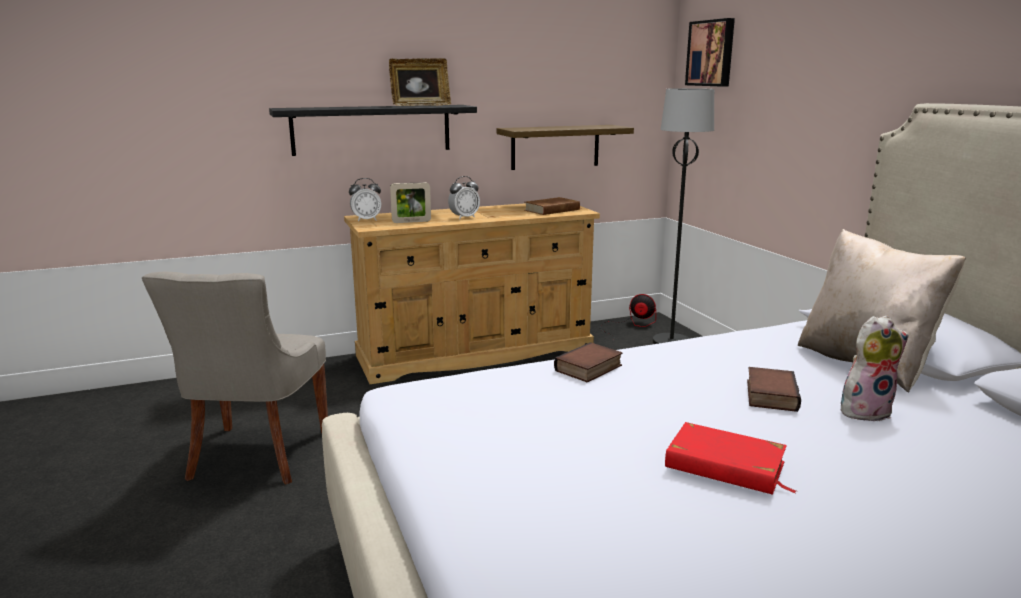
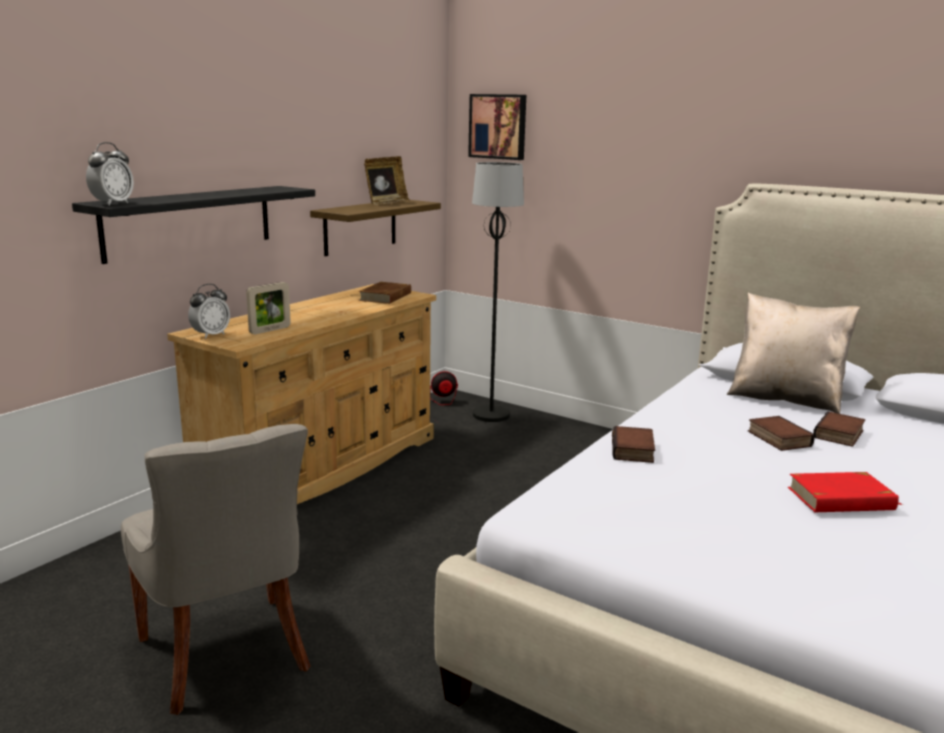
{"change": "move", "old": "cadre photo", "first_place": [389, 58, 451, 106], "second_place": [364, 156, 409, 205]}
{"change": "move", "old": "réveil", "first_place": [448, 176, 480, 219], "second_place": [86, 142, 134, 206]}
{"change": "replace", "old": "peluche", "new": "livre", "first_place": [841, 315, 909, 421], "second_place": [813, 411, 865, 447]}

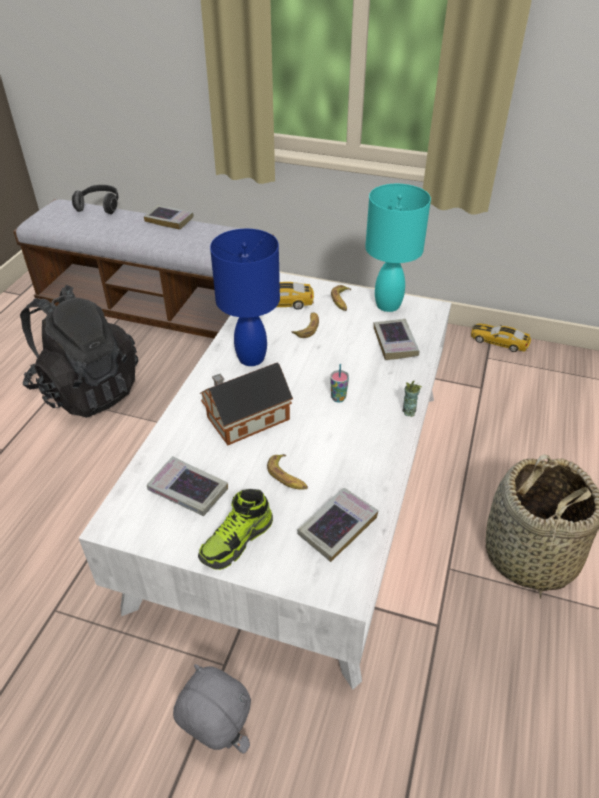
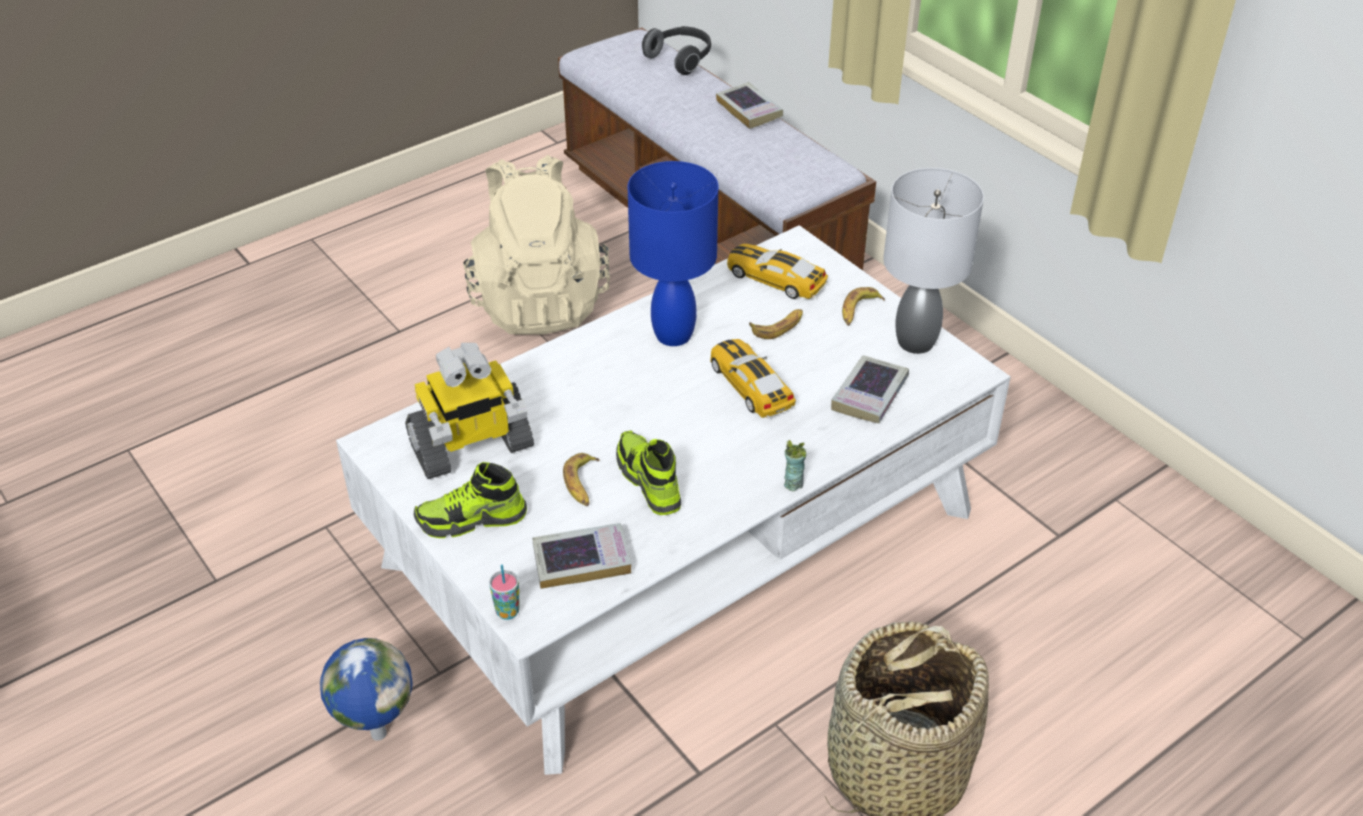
{"change": "delete", "old": "maison miniature", "first_place": [200, 362, 293, 445]}
{"change": "insert", "new": "chaussure", "second_place": [616, 430, 681, 515]}
{"change": "move", "old": "tasse", "first_place": [330, 364, 349, 402], "second_place": [489, 564, 520, 620]}
{"change": "move", "old": "petite voiture", "first_place": [471, 324, 531, 352], "second_place": [710, 339, 796, 419]}
{"change": "replace", "old": "livre", "new": "robot jouet", "first_place": [147, 456, 228, 516], "second_place": [405, 343, 534, 479]}
{"change": "replace", "old": "peluche [gris]", "new": "globe", "first_place": [173, 664, 251, 754], "second_place": [320, 638, 413, 741]}
{"change": "recolor", "old": "sac à dos [noir]", "new": "sac à dos [beige]", "first_place": [20, 285, 138, 418], "second_place": [463, 155, 610, 335]}
{"change": "recolor", "old": "lampe de table [turquoise]", "new": "lampe de table [gris]", "first_place": [365, 184, 431, 312], "second_place": [883, 168, 984, 354]}

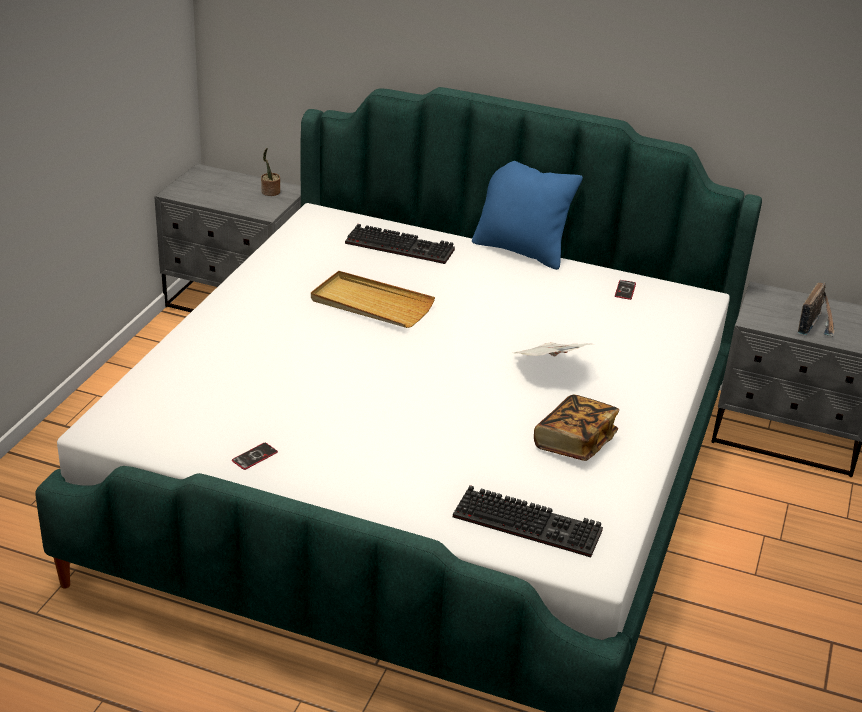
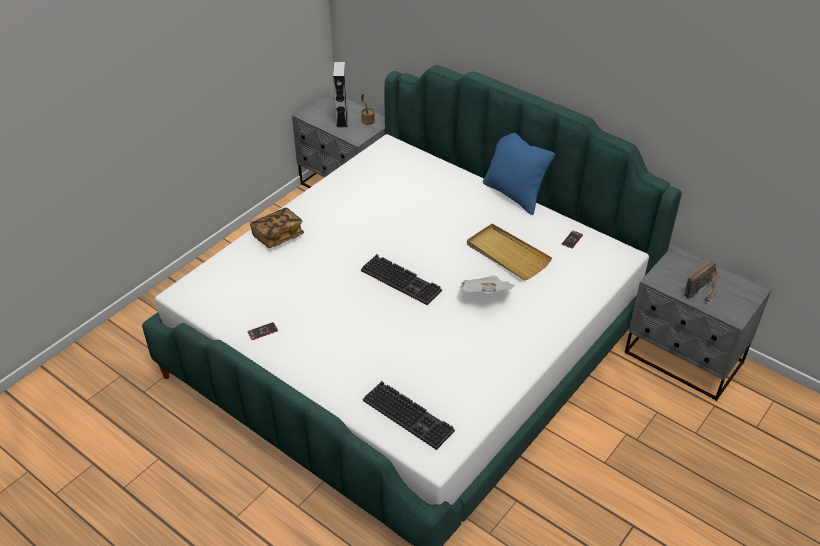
{"change": "insert", "new": "enceinte [gris]", "second_place": [333, 61, 348, 127]}
{"change": "move", "old": "plateau [beige]", "first_place": [311, 271, 435, 328], "second_place": [467, 224, 552, 280]}
{"change": "move", "old": "clavier", "first_place": [345, 224, 455, 264], "second_place": [361, 254, 442, 305]}
{"change": "move", "old": "livre", "first_place": [534, 395, 619, 461], "second_place": [250, 208, 304, 248]}

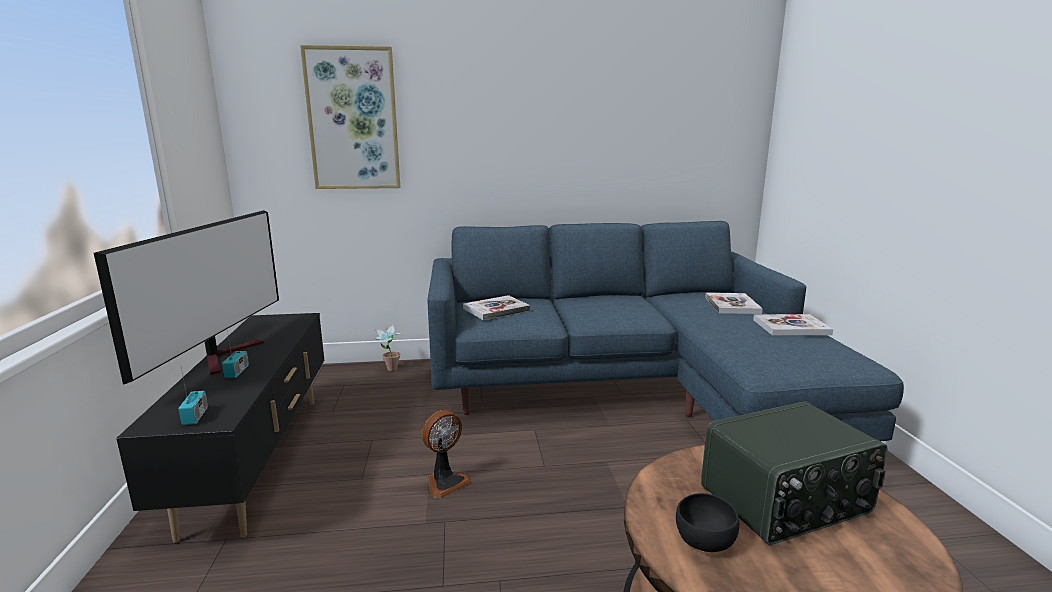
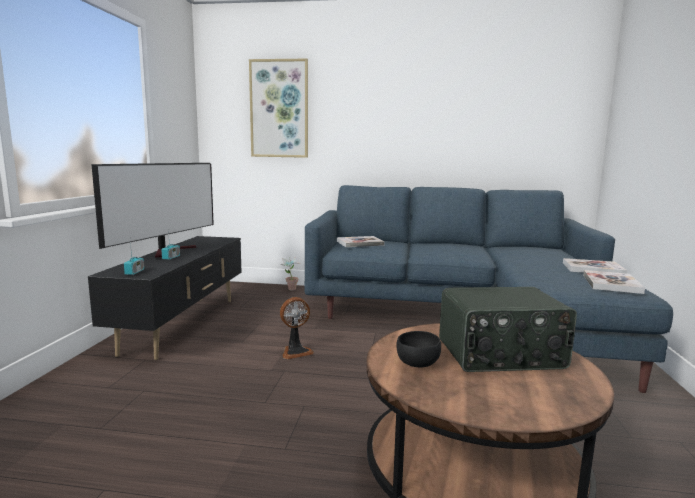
{"change": "move", "old": "livre", "first_place": [705, 293, 763, 314], "second_place": [583, 270, 645, 294]}

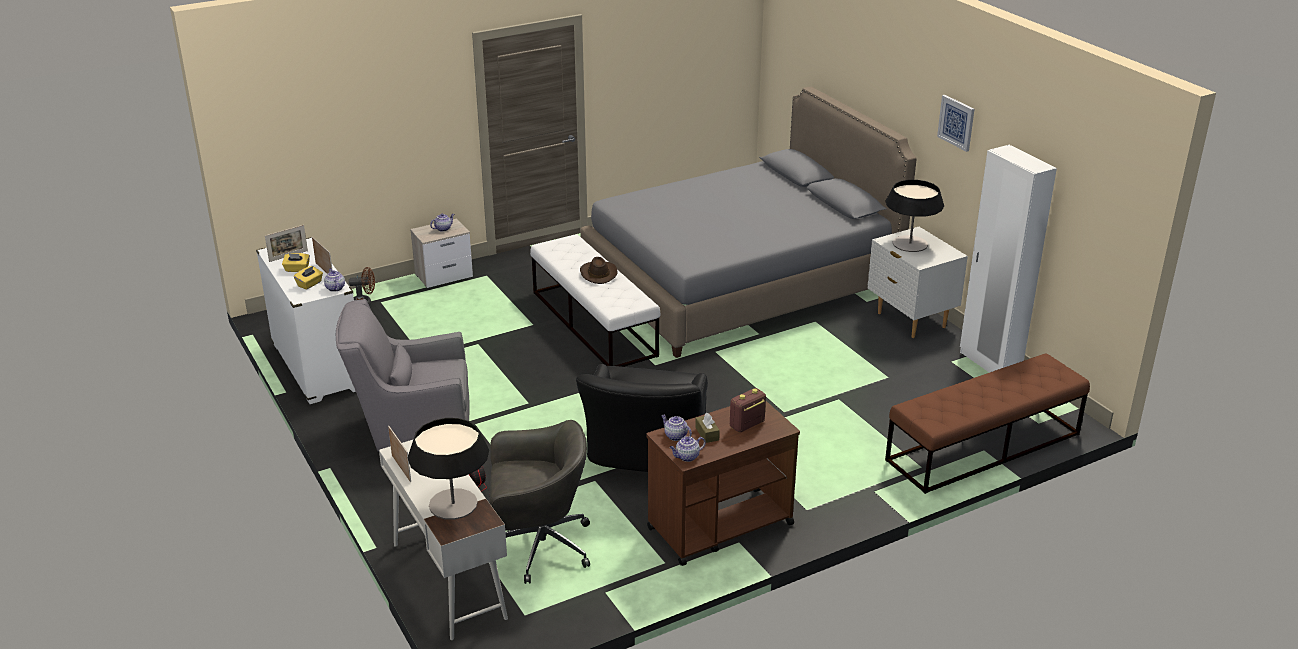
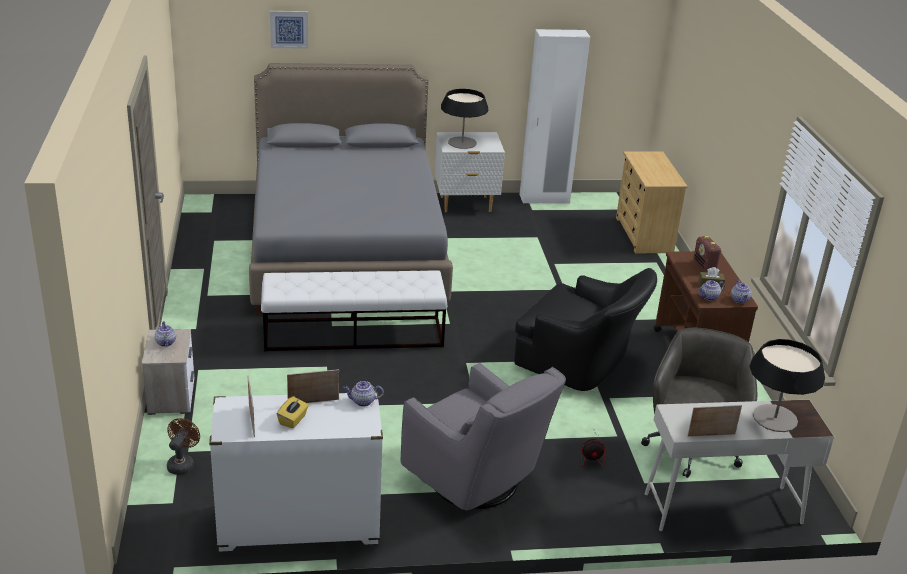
{"change": "delete", "old": "boîte à mouchoirs [jaune]", "first_place": [294, 266, 323, 290]}
{"change": "delete", "old": "chapeau [marron]", "first_place": [580, 257, 618, 284]}
{"change": "move", "old": "tableau", "first_place": [937, 95, 974, 152], "second_place": [270, 11, 308, 49]}
{"change": "replace", "old": "banc [marron]", "new": "commode [beige]", "first_place": [885, 353, 1090, 494], "second_place": [616, 152, 688, 254]}
{"change": "rotate", "old": "fauteuil [gris]", "first_place": [336, 299, 469, 451], "second_place": [401, 363, 566, 510], "degrees": -60}

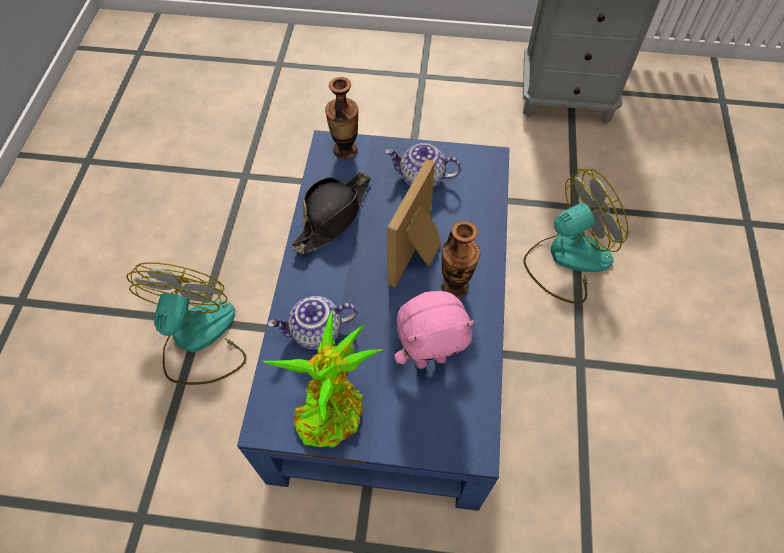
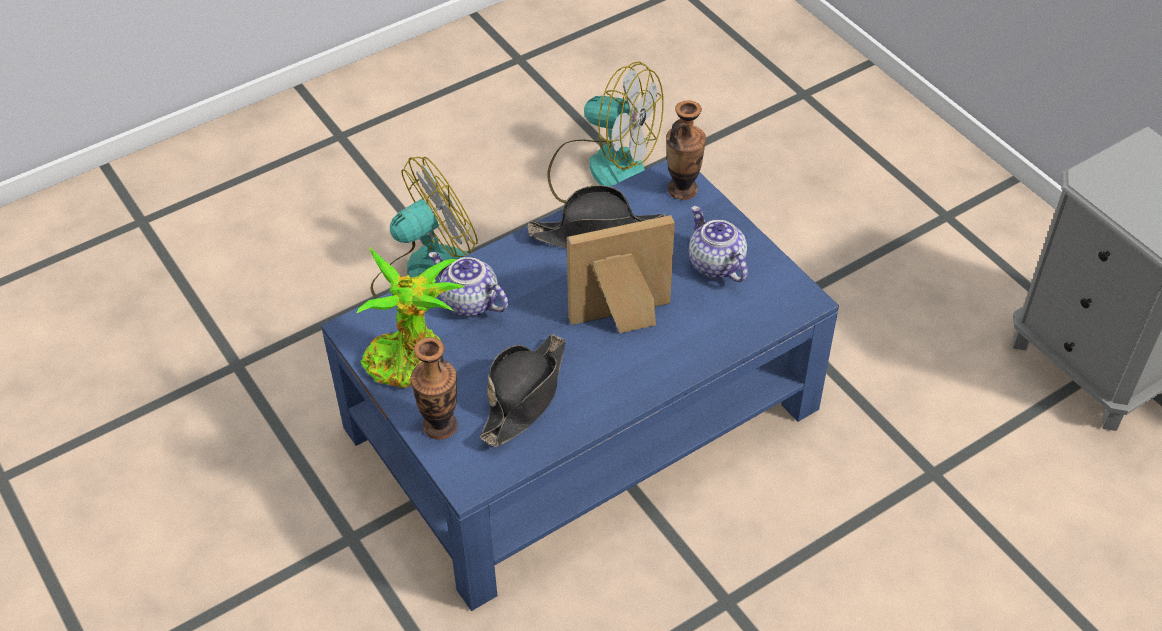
{"change": "move", "old": "vase", "first_place": [441, 221, 480, 298], "second_place": [411, 337, 458, 440]}
{"change": "move", "old": "ventilateur", "first_place": [523, 169, 628, 304], "second_place": [547, 61, 664, 203]}
{"change": "replace", "old": "peluche [rose]", "new": "chapeau [noir]", "first_place": [394, 291, 474, 369], "second_place": [480, 334, 566, 447]}

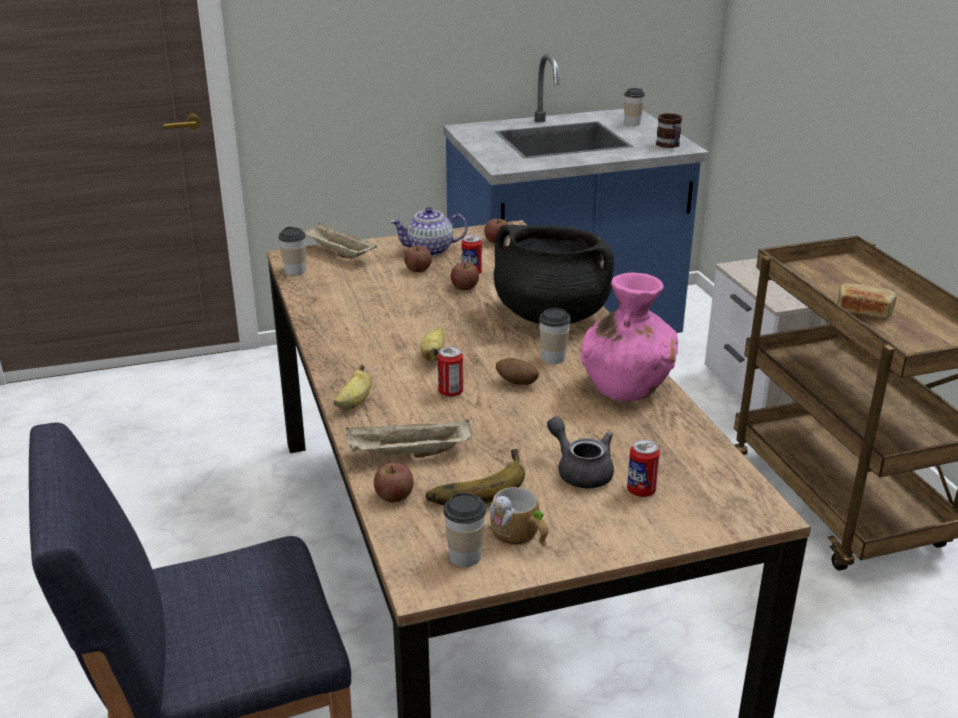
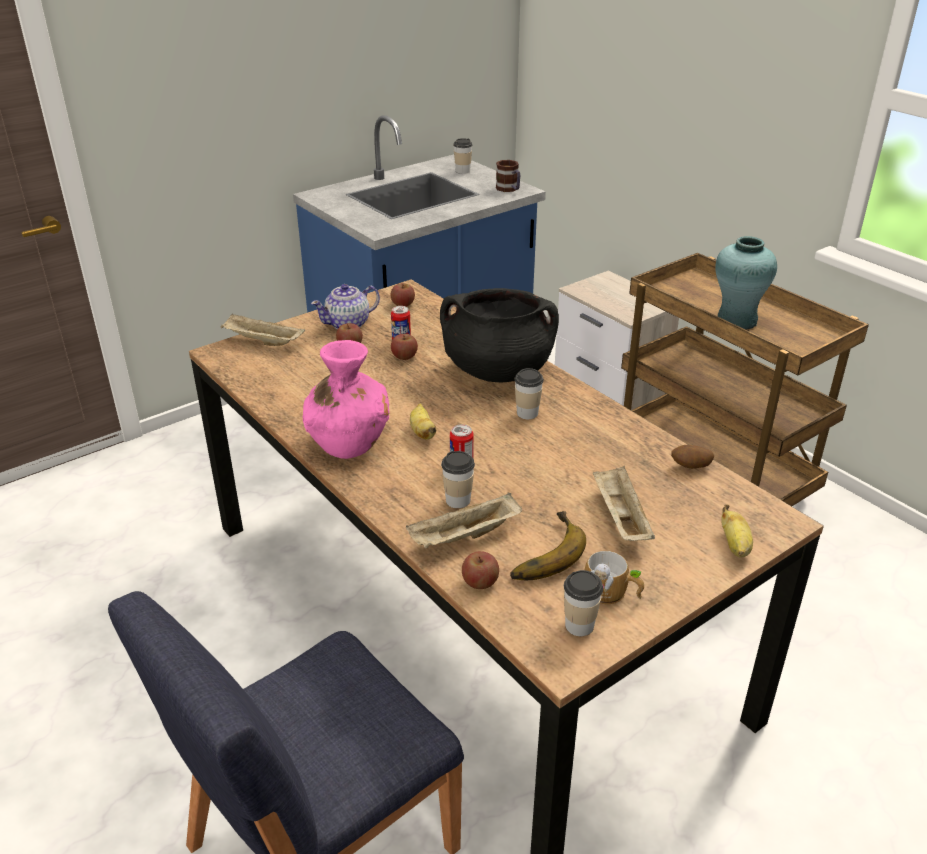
{"change": "delete", "old": "boîte métallique", "first_place": [627, 439, 660, 497]}
{"change": "move", "old": "tasse", "first_place": [279, 227, 306, 276], "second_place": [441, 451, 475, 508]}
{"change": "move", "old": "banane", "first_place": [333, 365, 372, 410], "second_place": [721, 504, 753, 558]}
{"change": "move", "old": "pomme de terre", "first_place": [496, 358, 539, 385], "second_place": [671, 445, 714, 469]}
{"change": "move", "old": "vase [rose]", "first_place": [581, 273, 678, 402], "second_place": [303, 340, 390, 459]}
{"change": "replace", "old": "théière [gris]", "new": "plateau [beige]", "first_place": [547, 417, 614, 488], "second_place": [593, 466, 655, 541]}
{"change": "replace", "old": "pain", "new": "vase [turquoise]", "first_place": [837, 283, 897, 319], "second_place": [715, 236, 777, 329]}

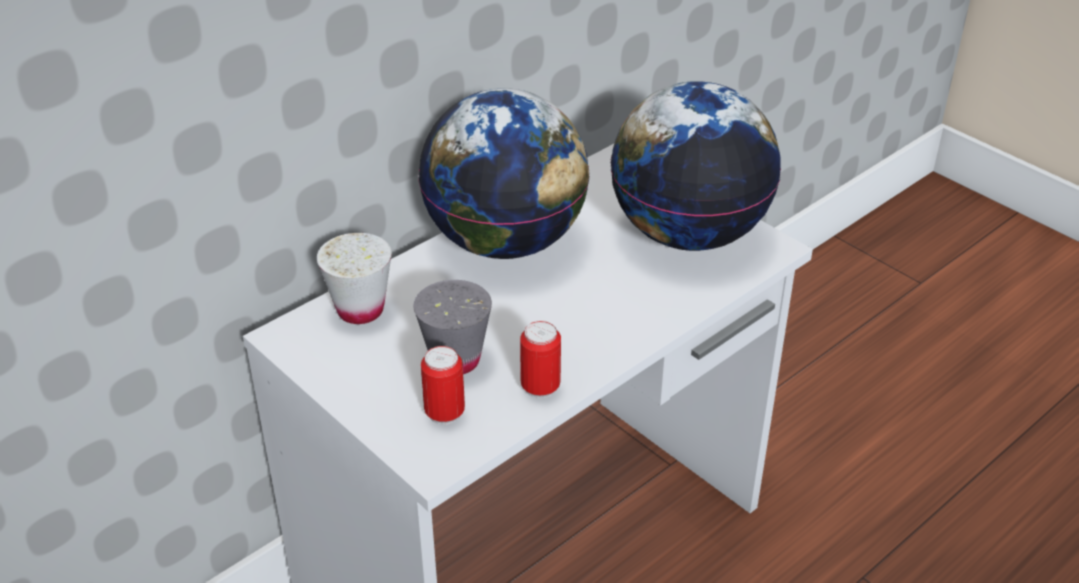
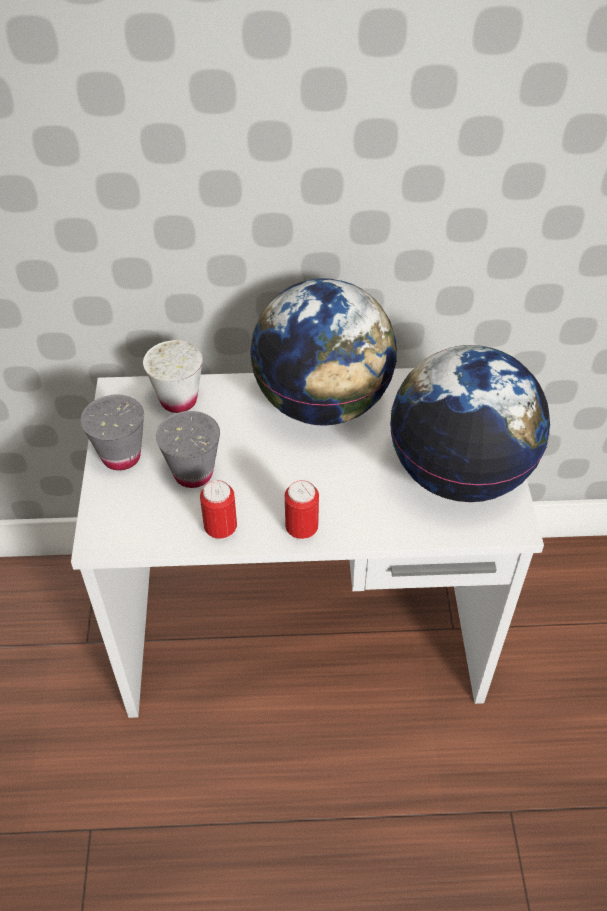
{"change": "insert", "new": "tasse [gris]", "second_place": [81, 395, 144, 471]}
{"change": "move", "old": "boîte métallique", "first_place": [421, 346, 465, 425], "second_place": [285, 480, 319, 540]}

